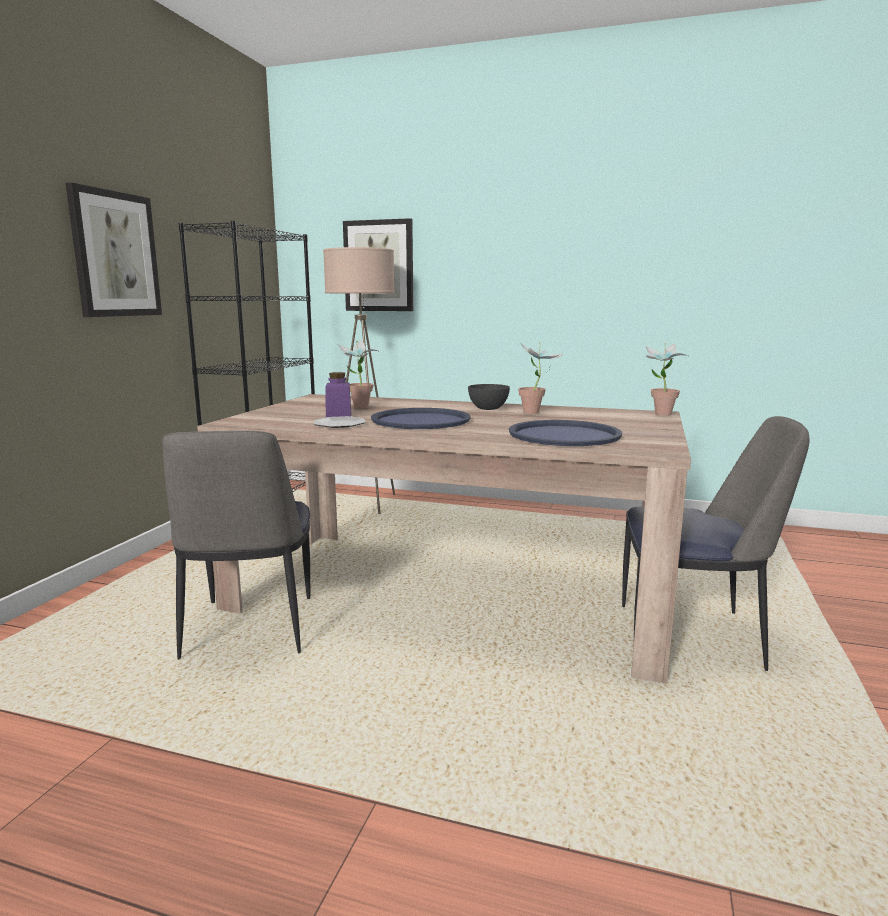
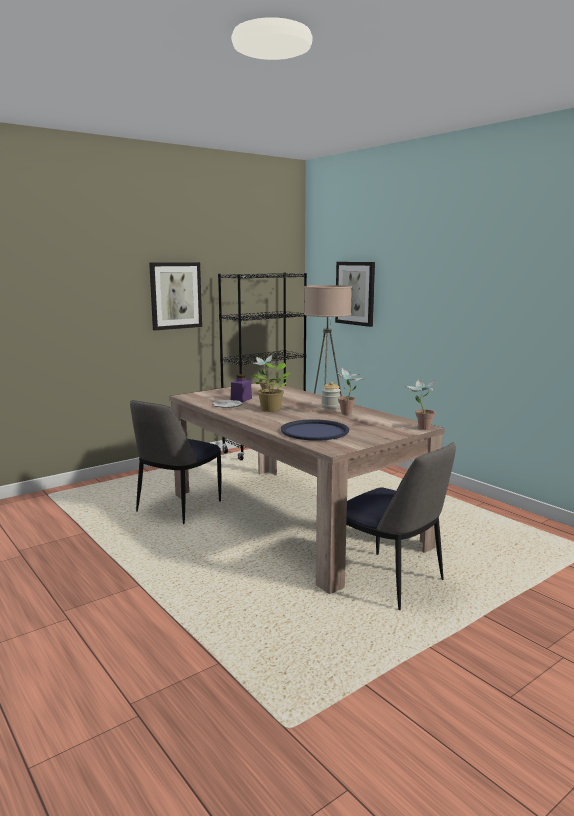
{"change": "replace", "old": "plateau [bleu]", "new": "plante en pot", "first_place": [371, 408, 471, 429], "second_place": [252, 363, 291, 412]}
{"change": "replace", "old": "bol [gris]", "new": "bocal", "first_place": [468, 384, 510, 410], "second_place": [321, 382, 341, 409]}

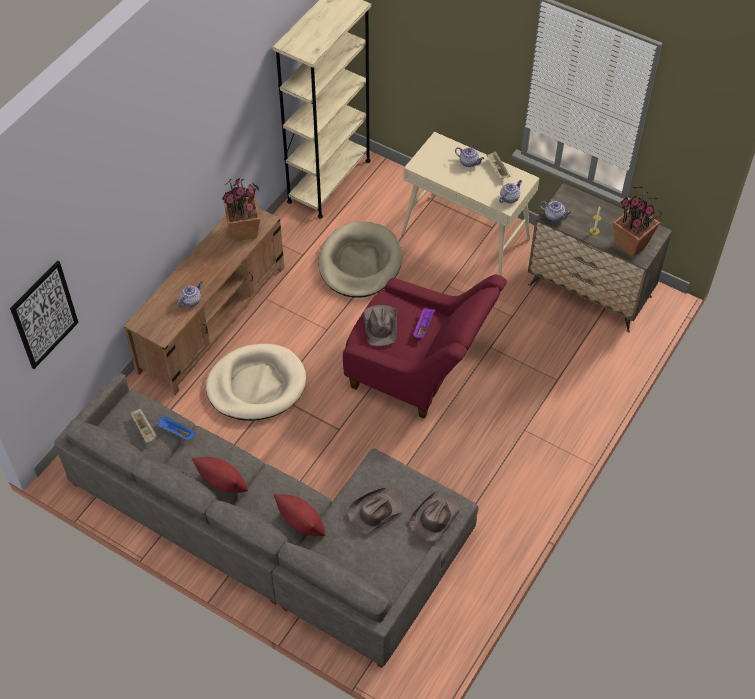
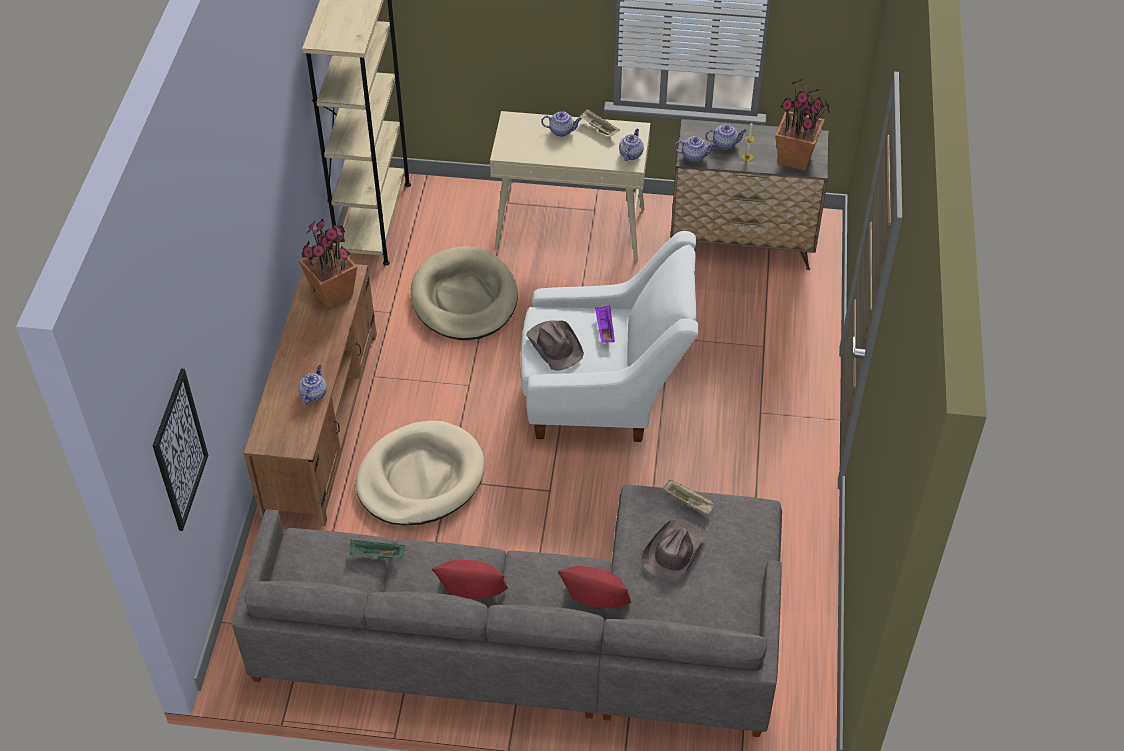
{"change": "delete", "old": "chapeau [marron]", "first_place": [409, 491, 461, 542]}
{"change": "insert", "new": "théière", "second_place": [705, 124, 747, 150]}
{"change": "move", "old": "plateau [beige]", "first_place": [131, 408, 157, 443], "second_place": [663, 479, 714, 514]}
{"change": "recolor", "old": "plateau [bleu]", "new": "plateau [vert]", "first_place": [157, 415, 195, 440], "second_place": [349, 540, 405, 558]}
{"change": "recolor", "old": "fauteuil [rouge]", "new": "fauteuil [blanc]", "first_place": [343, 274, 507, 419], "second_place": [521, 231, 699, 442]}

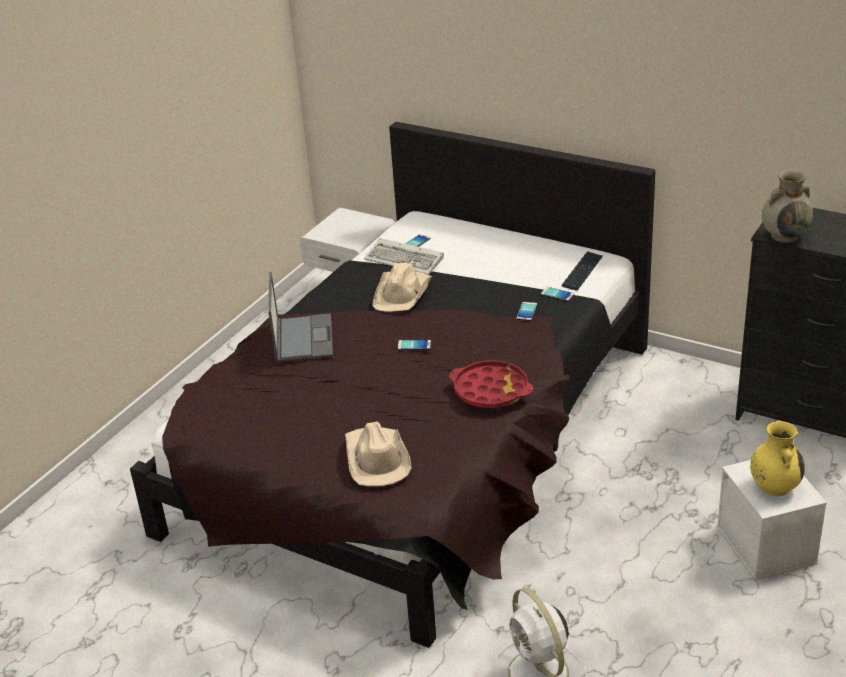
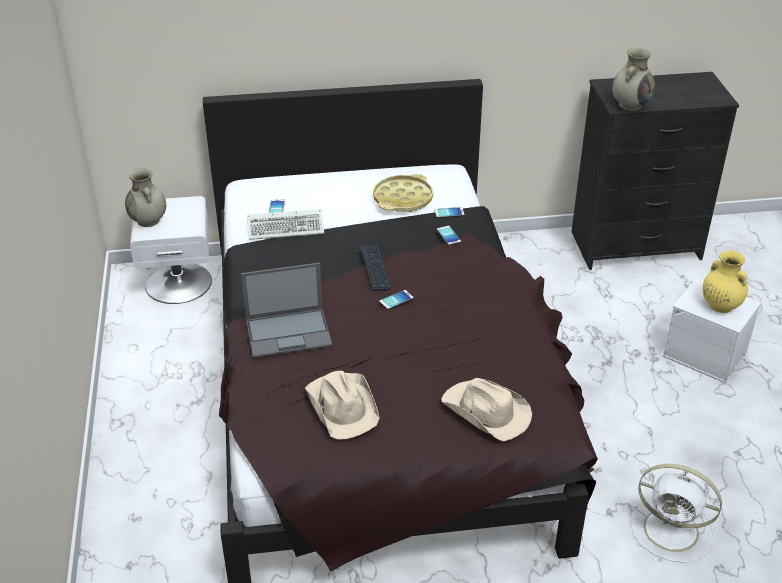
{"change": "delete", "old": "plateau [rouge]", "first_place": [449, 361, 533, 408]}
{"change": "insert", "new": "vase [beige]", "second_place": [125, 168, 166, 227]}
{"change": "insert", "new": "plateau [jaune]", "second_place": [373, 174, 433, 212]}
{"change": "move", "old": "chapeau [beige]", "first_place": [372, 263, 433, 312], "second_place": [305, 371, 380, 440]}
{"change": "move", "old": "clavier", "first_place": [562, 251, 603, 291], "second_place": [360, 245, 391, 291]}
{"change": "rotate", "old": "ordinateur portable", "first_place": [268, 272, 333, 362], "second_place": [241, 263, 332, 358], "degrees": 120}

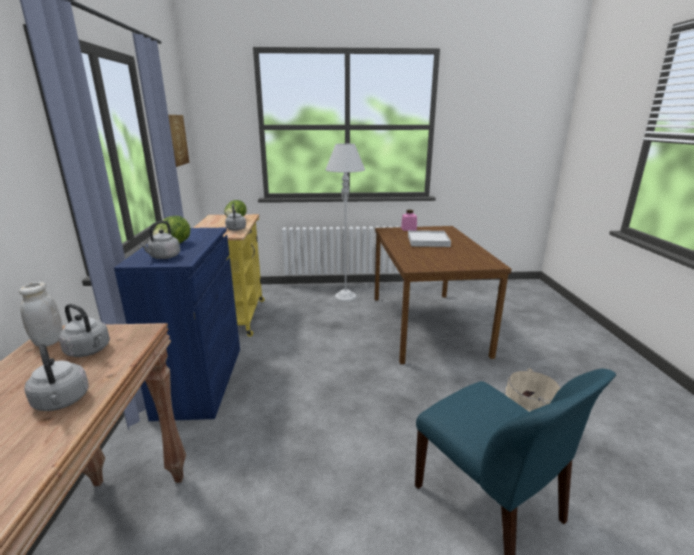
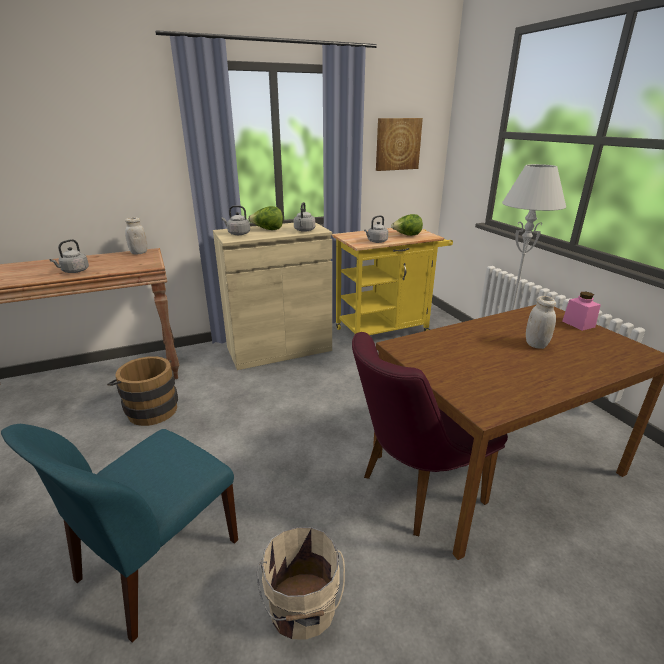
{"change": "insert", "new": "seau [marron]", "second_place": [107, 356, 178, 426]}
{"change": "insert", "new": "chaise [violet]", "second_place": [352, 332, 508, 536]}
{"change": "move", "old": "bouilloire [gris]", "first_place": [59, 304, 110, 357], "second_place": [294, 202, 315, 232]}
{"change": "replace", "old": "plateau [blanc]", "new": "bocal [blanc]", "first_place": [408, 230, 451, 247], "second_place": [526, 296, 556, 349]}
{"change": "recolor", "old": "meuble de rangement [bleu]", "new": "meuble de rangement [beige]", "first_place": [114, 228, 240, 421], "second_place": [213, 222, 332, 370]}

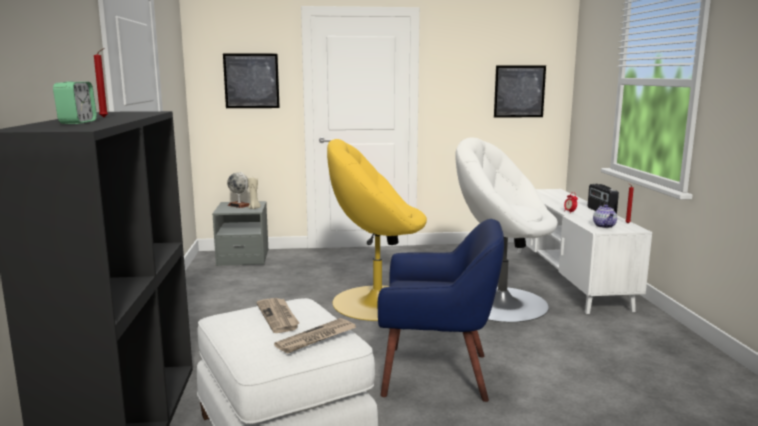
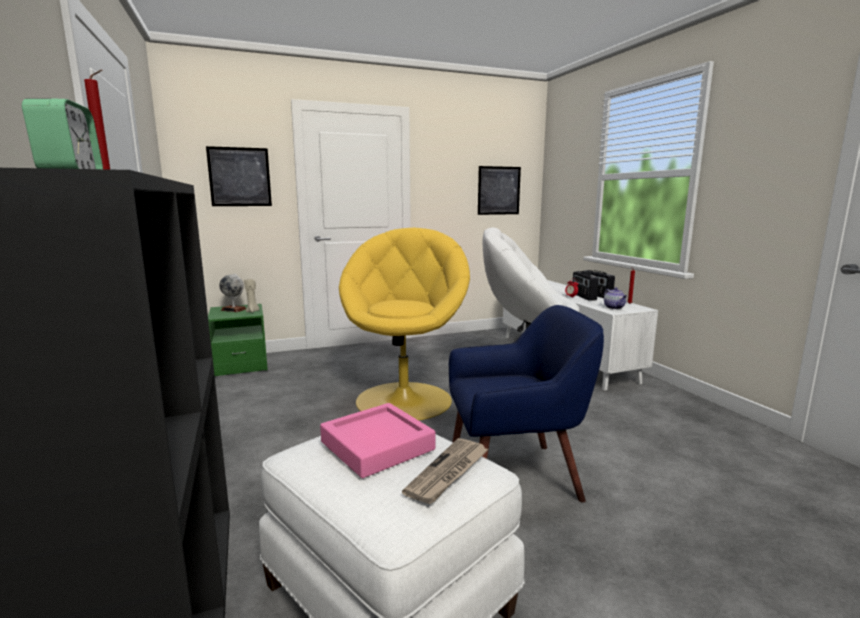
{"change": "insert", "new": "radio", "second_place": [572, 271, 599, 301]}
{"change": "replace", "old": "journal", "new": "plateau [rose]", "first_place": [256, 298, 299, 333], "second_place": [320, 403, 435, 478]}
{"change": "recolor", "old": "table de chevet [gris]", "new": "table de chevet [vert]", "first_place": [212, 201, 268, 266], "second_place": [208, 304, 268, 376]}
{"change": "rotate", "old": "fauteuil [jaune]", "first_place": [327, 139, 427, 321], "second_place": [339, 228, 470, 420], "degrees": 120}

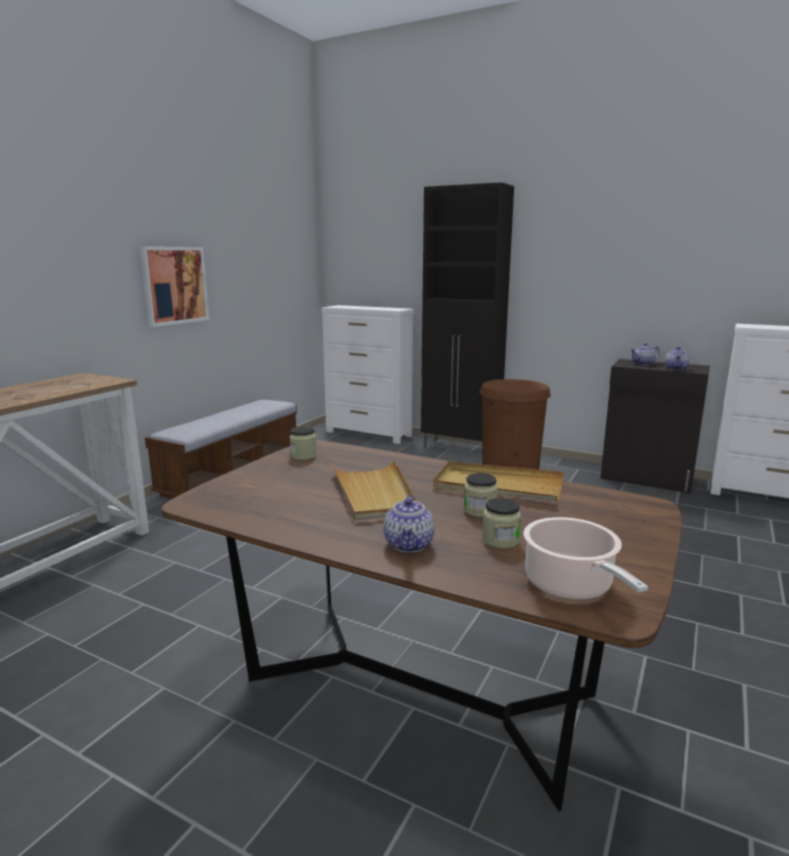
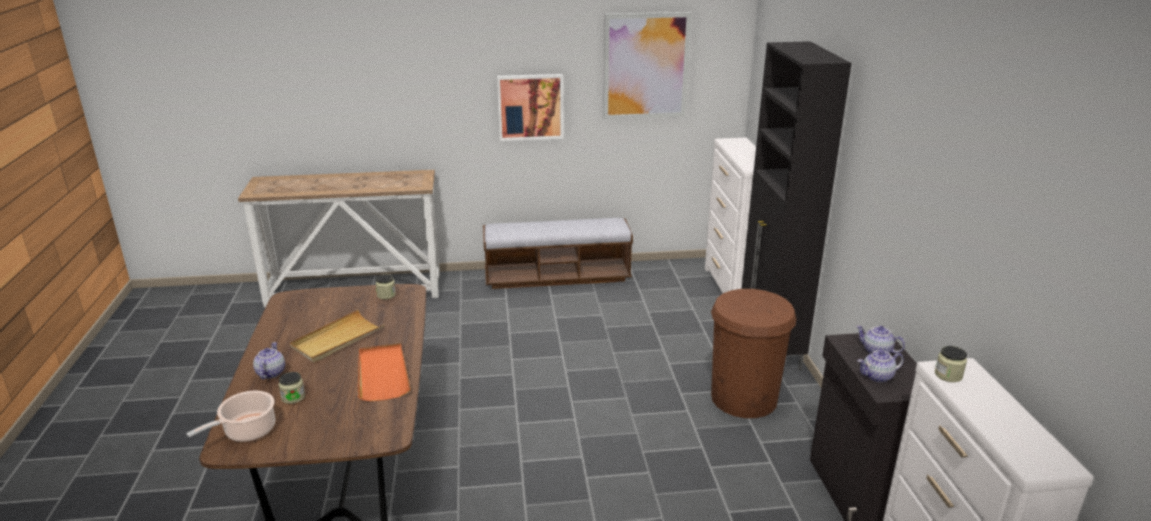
{"change": "insert", "new": "tableau", "second_place": [603, 12, 691, 119]}
{"change": "move", "old": "bocal", "first_place": [464, 473, 498, 517], "second_place": [935, 346, 967, 382]}
{"change": "recolor", "old": "plateau [beige]", "new": "plateau [orange]", "first_place": [433, 462, 564, 501], "second_place": [357, 343, 411, 402]}
{"change": "rotate", "old": "théière", "first_place": [384, 495, 435, 552], "second_place": [253, 342, 285, 379], "degrees": 120}

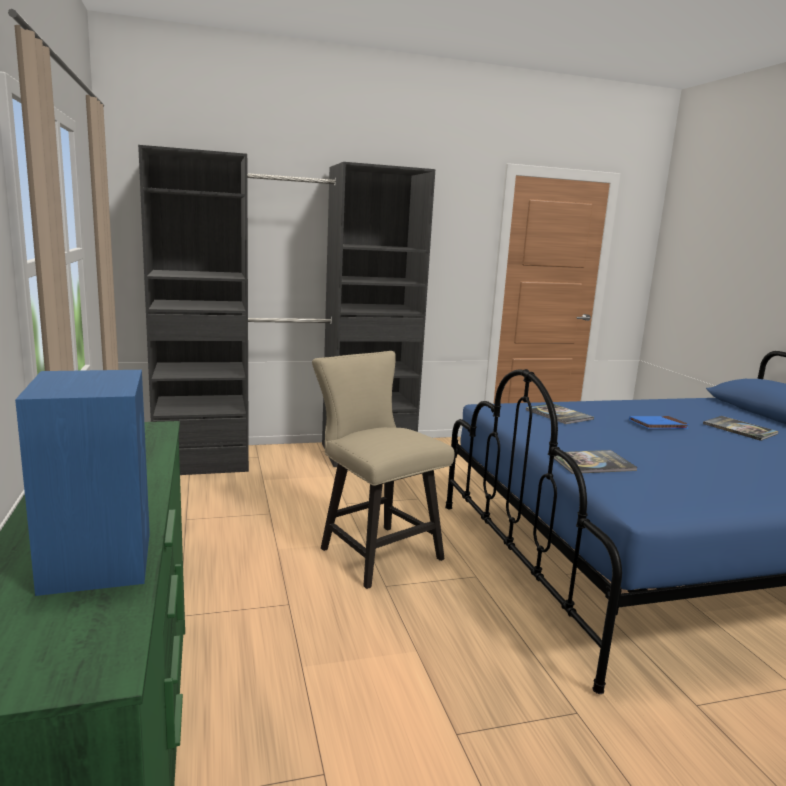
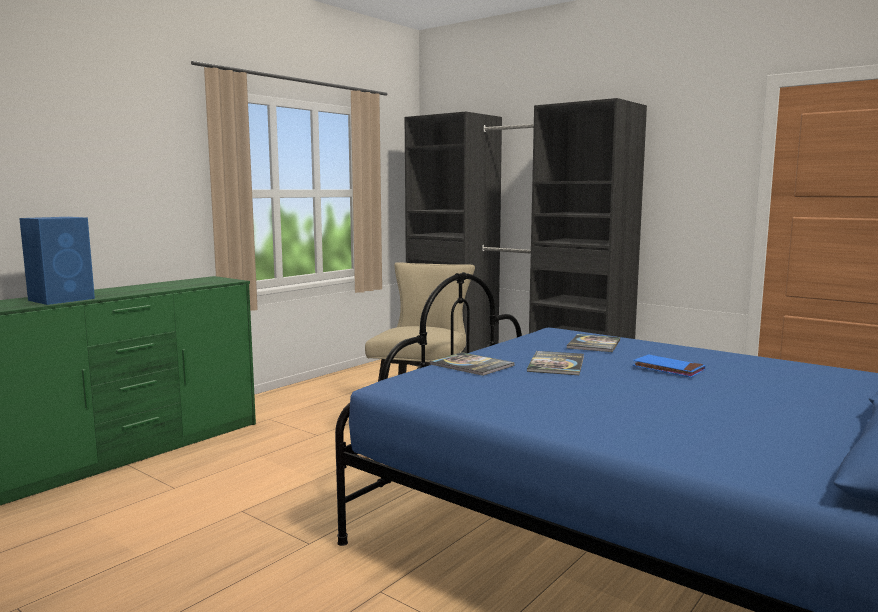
{"change": "move", "old": "livre", "first_place": [703, 416, 779, 441], "second_place": [527, 351, 584, 375]}

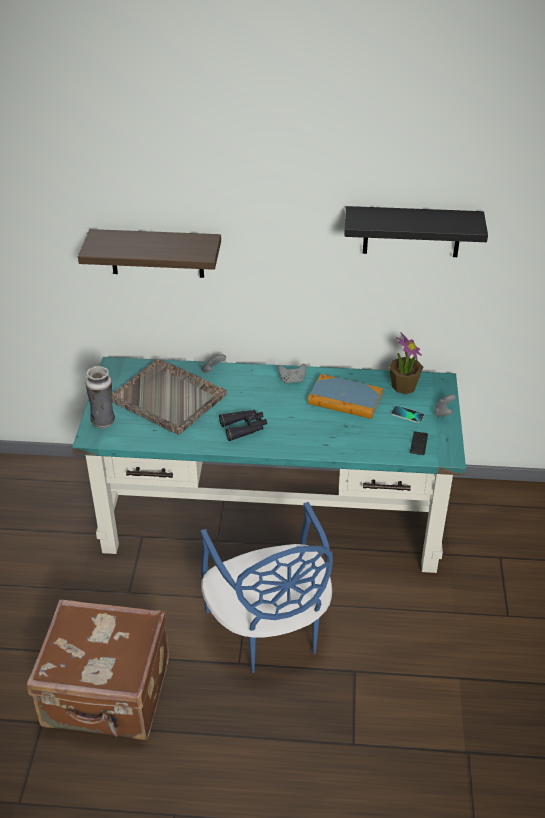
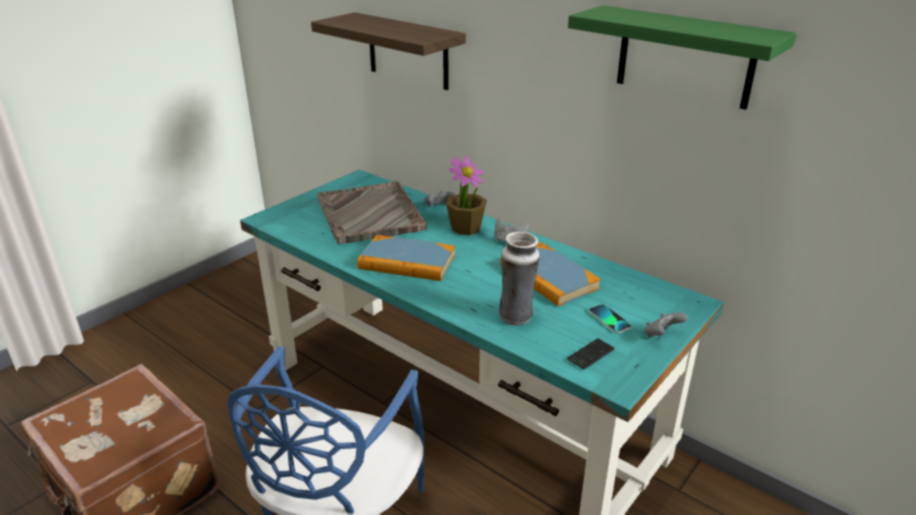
{"change": "move", "old": "vase", "first_place": [85, 366, 115, 428], "second_place": [499, 232, 540, 325]}
{"change": "move", "old": "plante en pot", "first_place": [389, 332, 423, 394], "second_place": [446, 155, 487, 235]}
{"change": "replace", "old": "jumelles [noir]", "new": "livre", "first_place": [219, 410, 267, 441], "second_place": [357, 235, 455, 281]}
{"change": "recolor", "old": "étagère [noir]", "new": "étagère [vert]", "first_place": [344, 206, 488, 257], "second_place": [568, 5, 797, 110]}

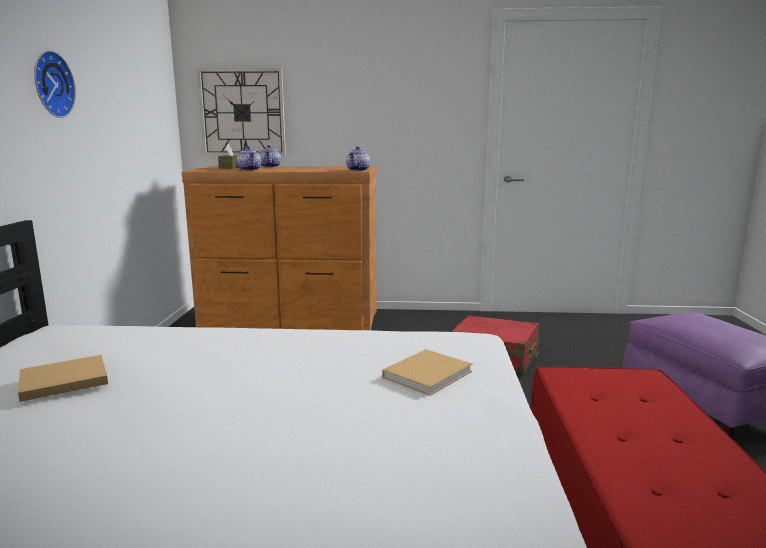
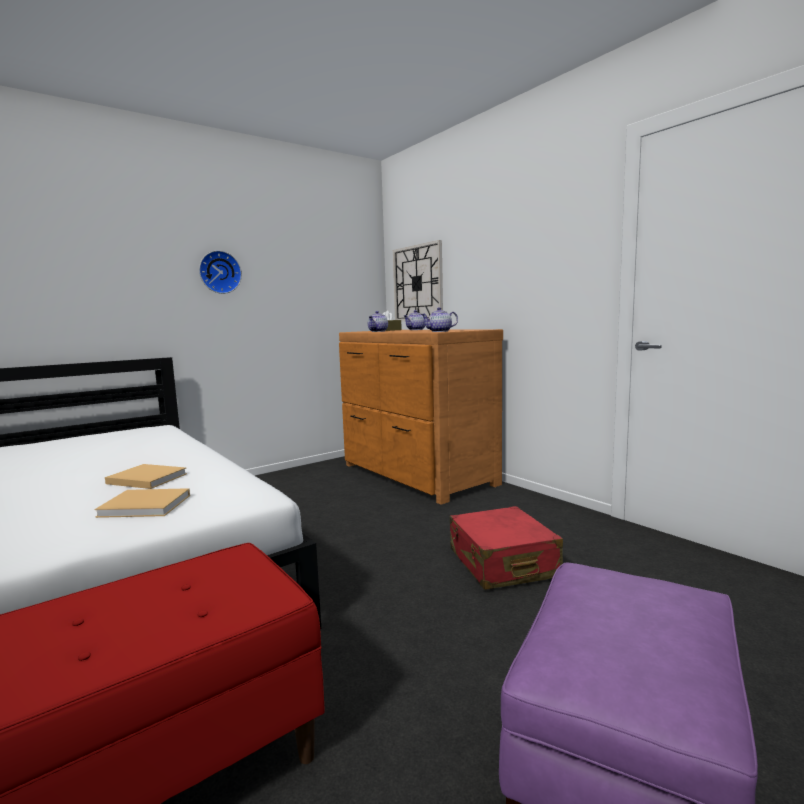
{"change": "move", "old": "livre [beige]", "first_place": [18, 355, 108, 402], "second_place": [105, 464, 187, 489]}

